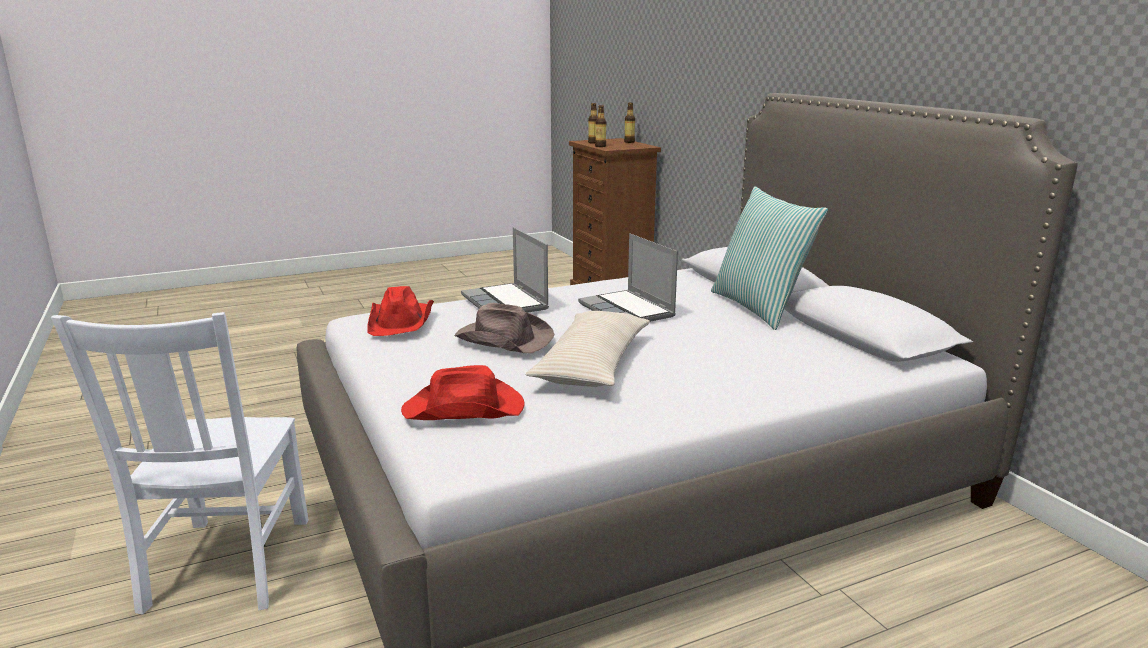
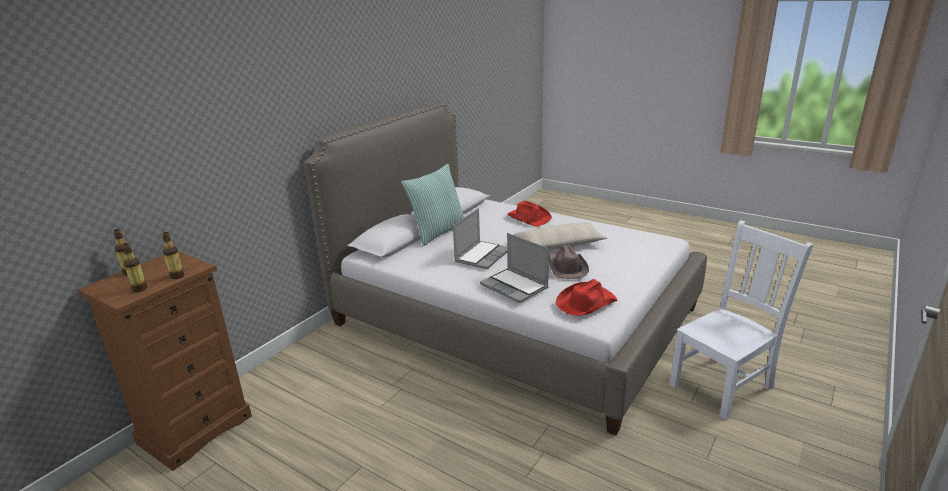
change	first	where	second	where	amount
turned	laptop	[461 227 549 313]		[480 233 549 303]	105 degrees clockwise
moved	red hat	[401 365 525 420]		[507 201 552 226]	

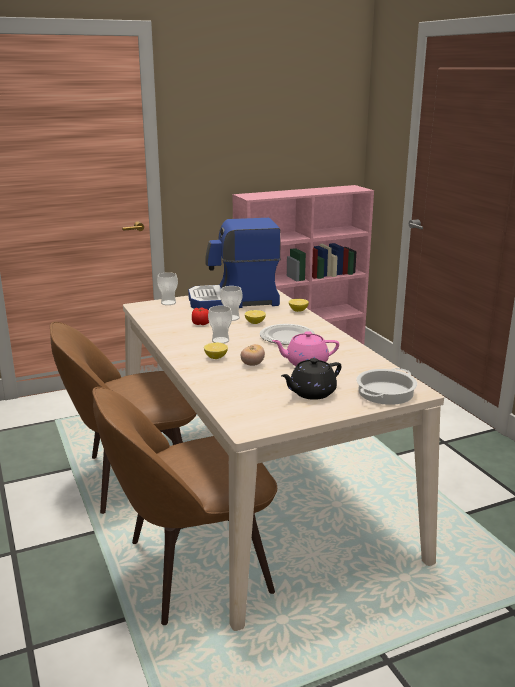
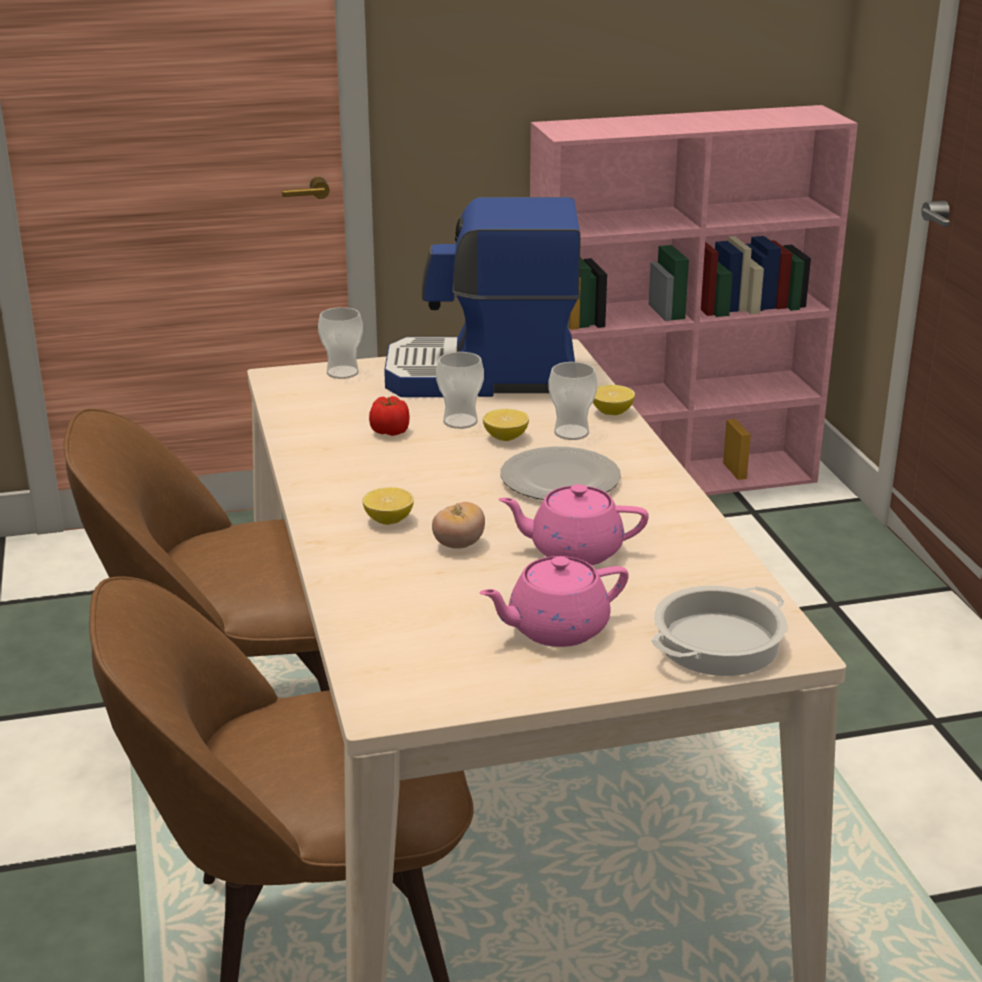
change	first	where	second	where	amount
recoloured	black teapot	[281 358 341 400]	pink teapot	[479 556 629 647]	
moved	cup	[208 306 232 344]		[548 362 598 440]	

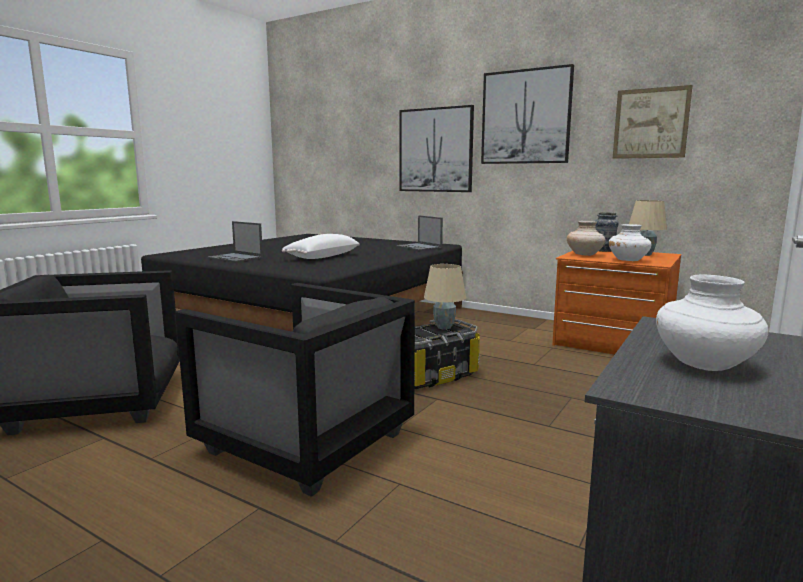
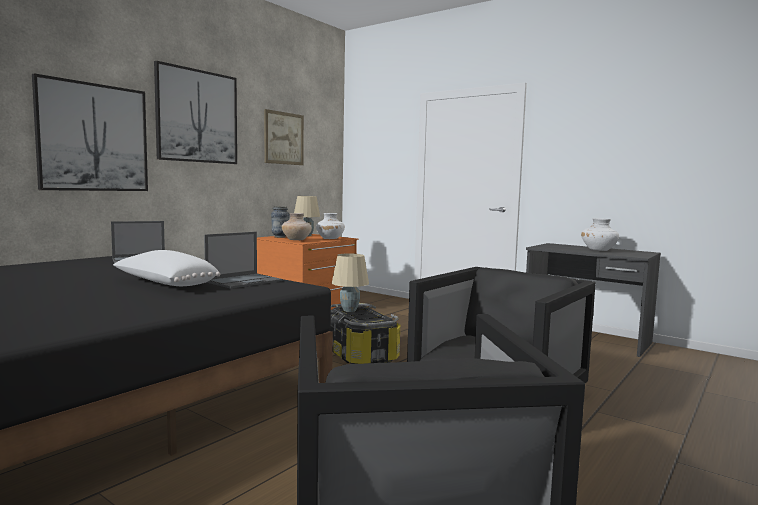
change	first	where	second	where	amount
moved	laptop	[207 221 263 262]		[204 232 283 289]	

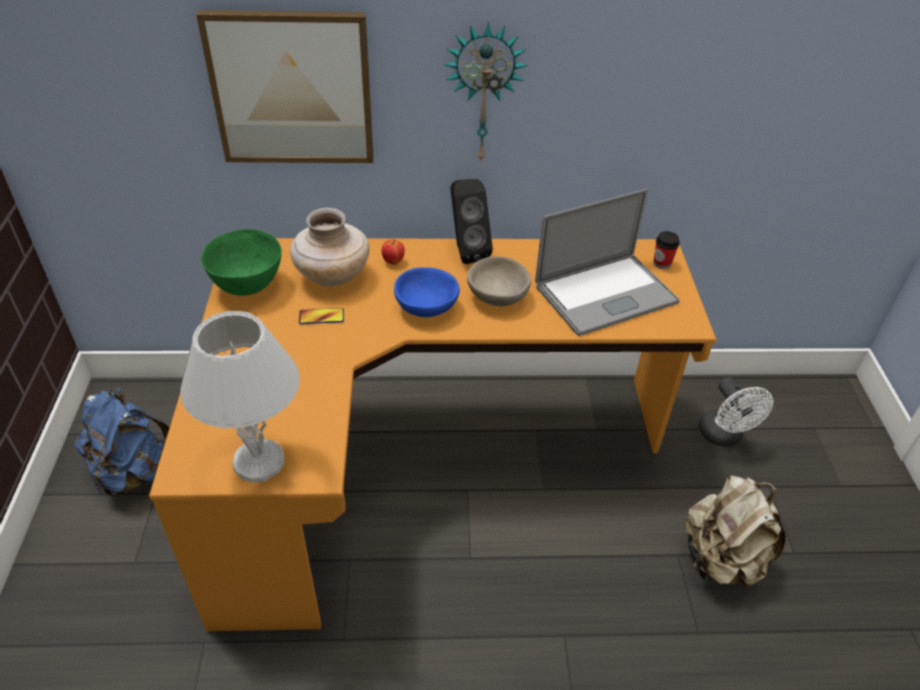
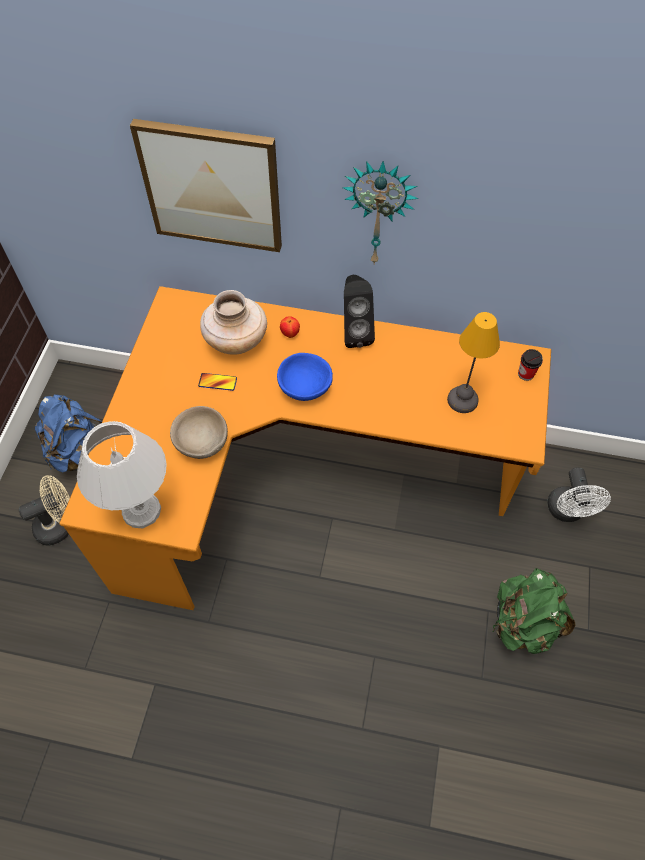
change	first	where	second	where	amount
added			beige fan	[19 475 70 545]	
moved	beige bowl	[467 256 531 306]		[170 406 228 459]	
replaced	laptop	[535 189 680 336]	table lamp	[447 312 500 413]	
recoloured	beige backpack	[686 475 786 586]	green backpack	[492 568 575 654]	
removed	green bowl	[201 229 282 296]			

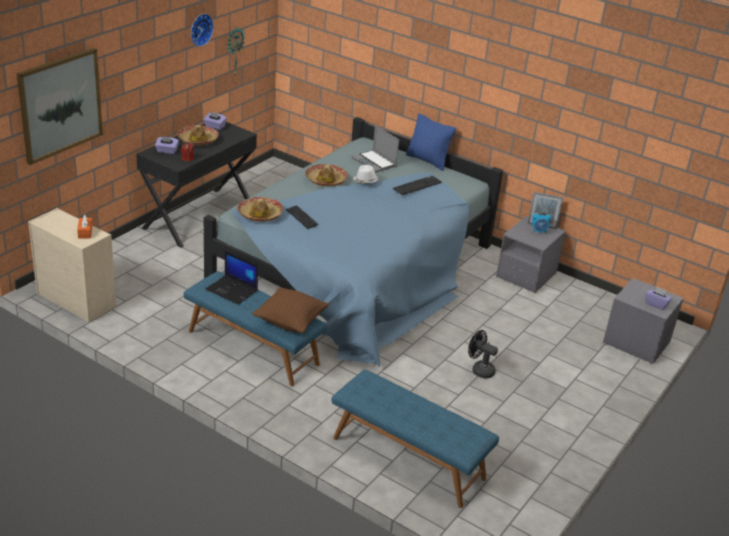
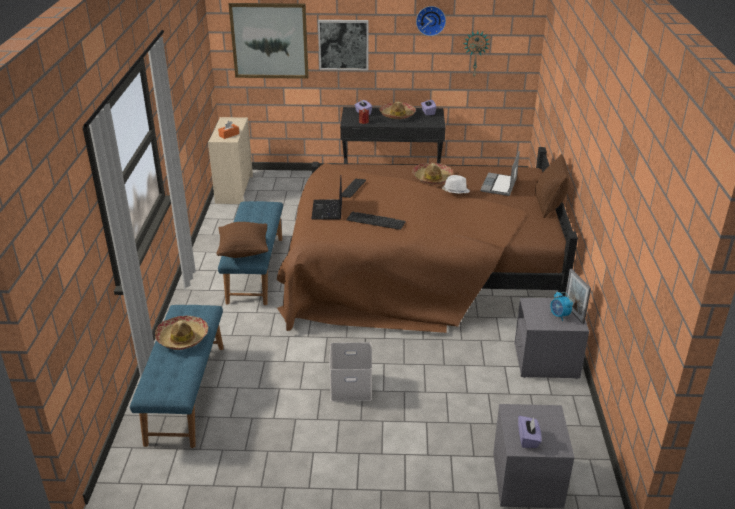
change	first	where	second	where	amount
moved	hat	[237 197 283 222]		[155 316 208 350]	
recoloured	blue bed	[204 117 503 368]	brown bed	[277 147 578 333]	
moved	laptop	[205 251 258 305]		[311 175 342 220]	
added			picture	[318 20 368 70]	
replaced	black fan	[468 330 498 379]	white storage box	[329 342 372 401]	
moved	keyboard	[393 176 442 195]		[347 211 406 230]	
recoloured	blue pillow	[406 113 456 171]	brown pillow	[535 154 570 218]	

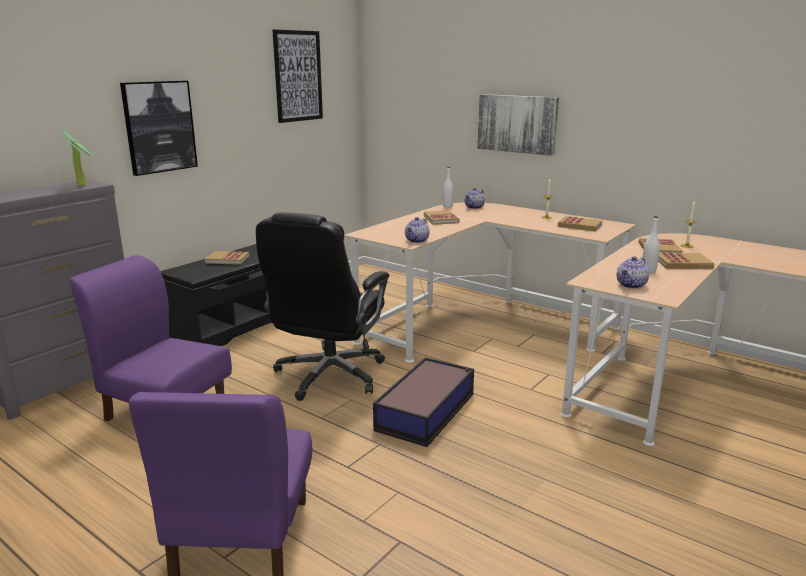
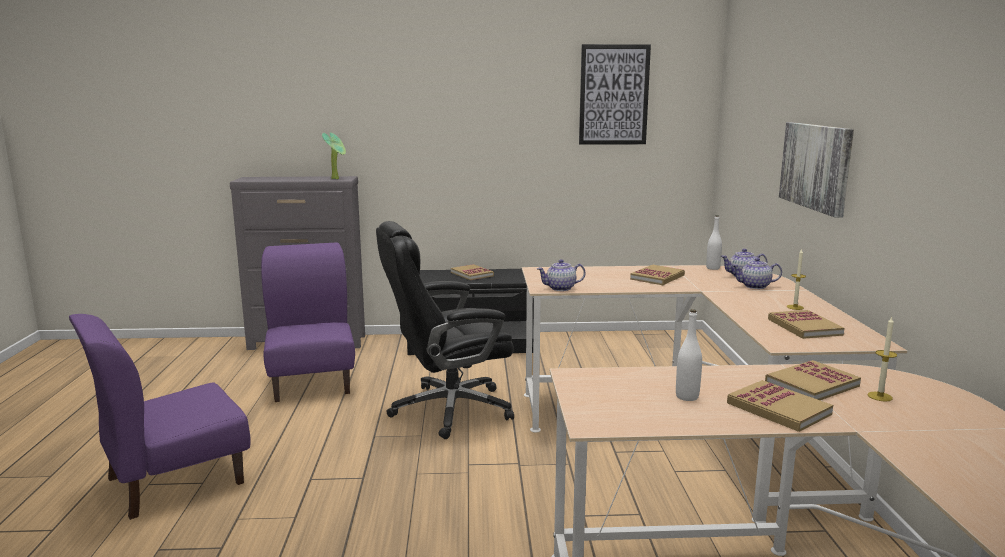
change	first	where	second	where	amount
moved	teapot	[617 256 649 289]		[732 258 782 289]	
removed	picture	[120 81 198 176]			
removed	storage box	[373 357 474 447]			

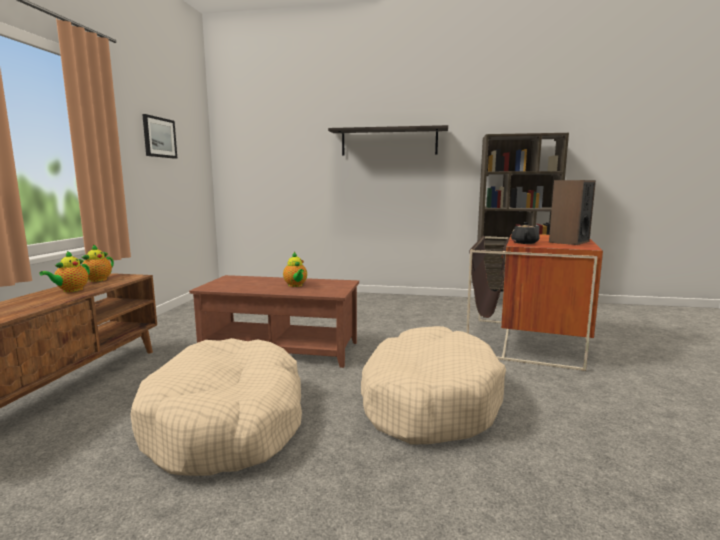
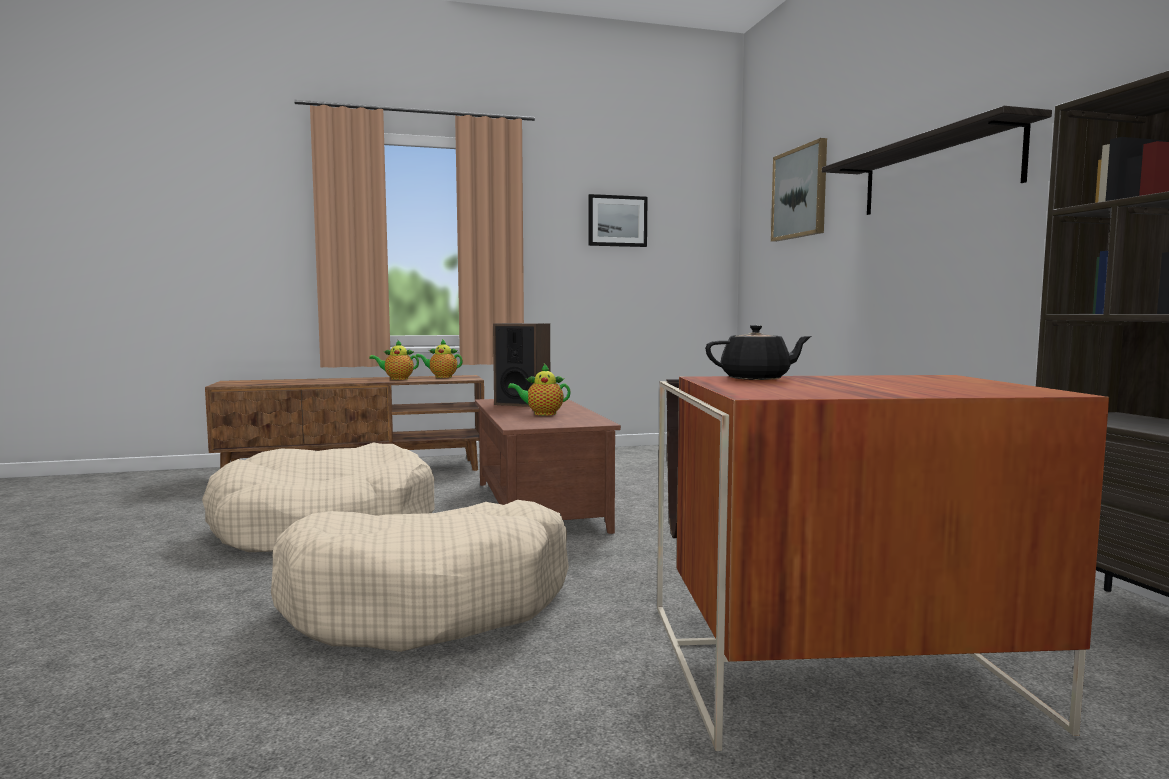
change	first	where	second	where	amount
moved	speaker	[549 180 596 245]		[493 323 550 407]	
turned	teapot	[283 252 307 287]		[508 364 571 415]	45 degrees clockwise
added			picture	[771 138 827 242]	

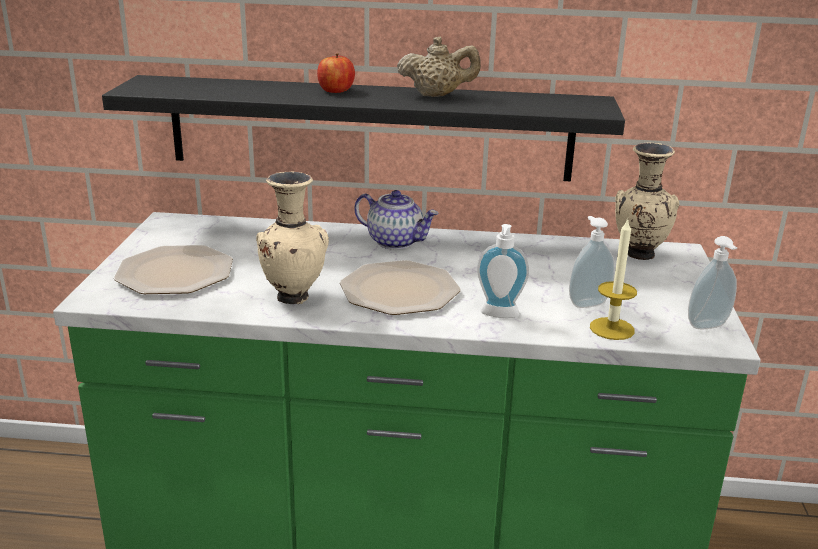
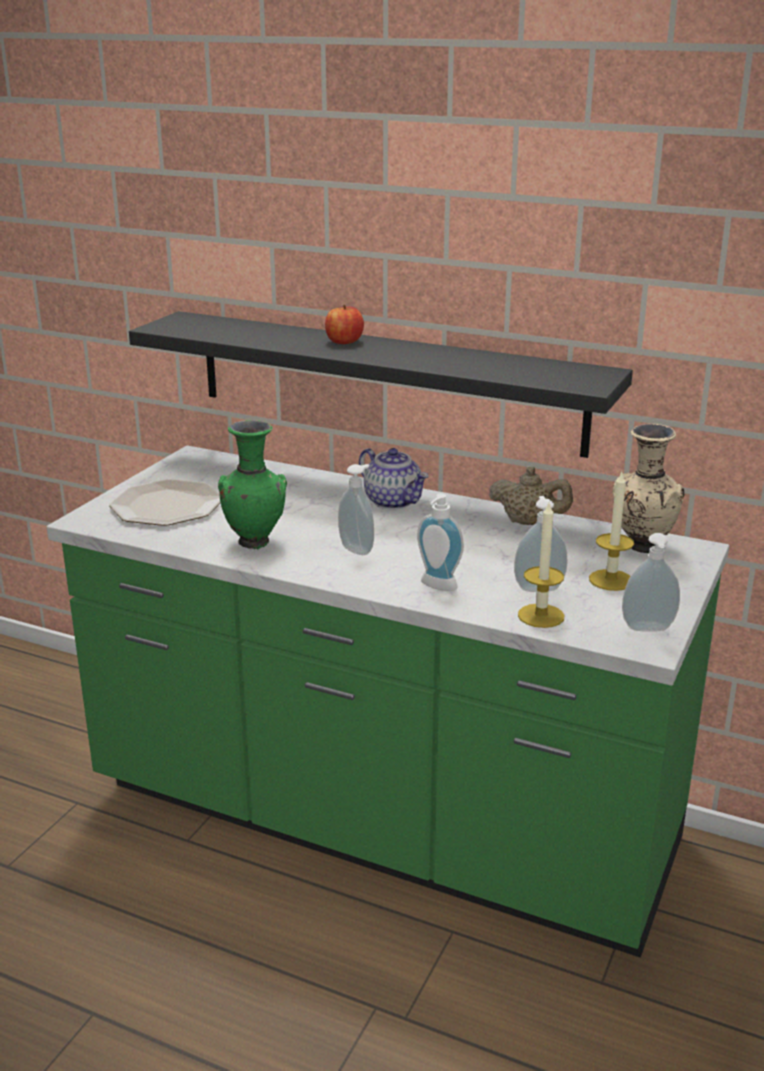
change	first	where	second	where	amount
recoloured	beige vase	[256 172 329 304]	green vase	[218 420 287 550]	
replaced	plate	[340 260 461 315]	soap dispenser	[338 464 374 555]	
moved	beige teapot	[397 37 481 97]		[489 467 573 525]	
added			candle	[589 473 634 591]	

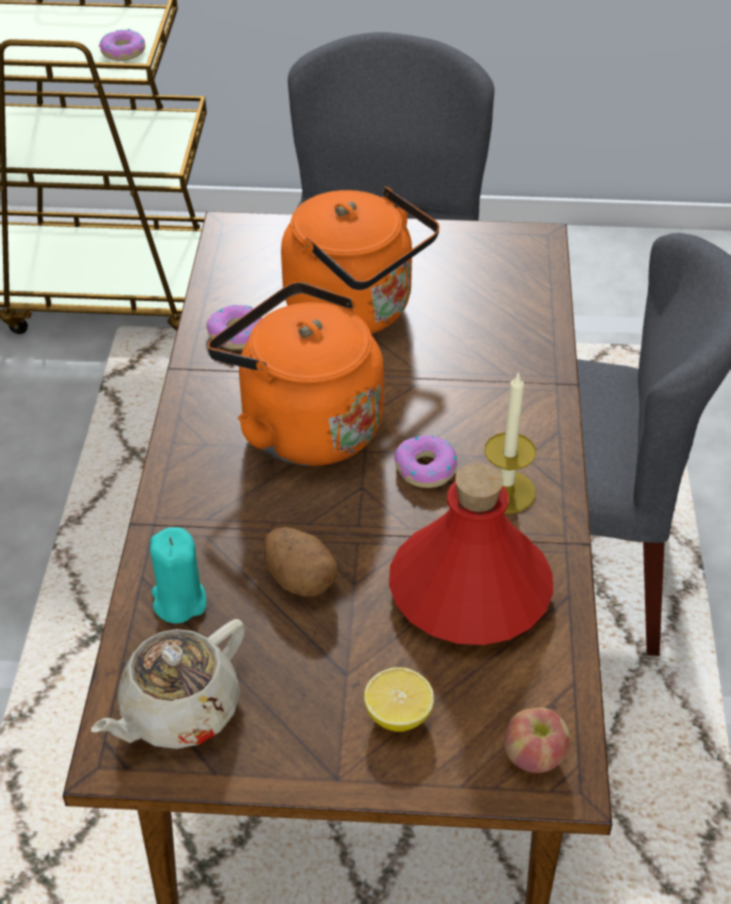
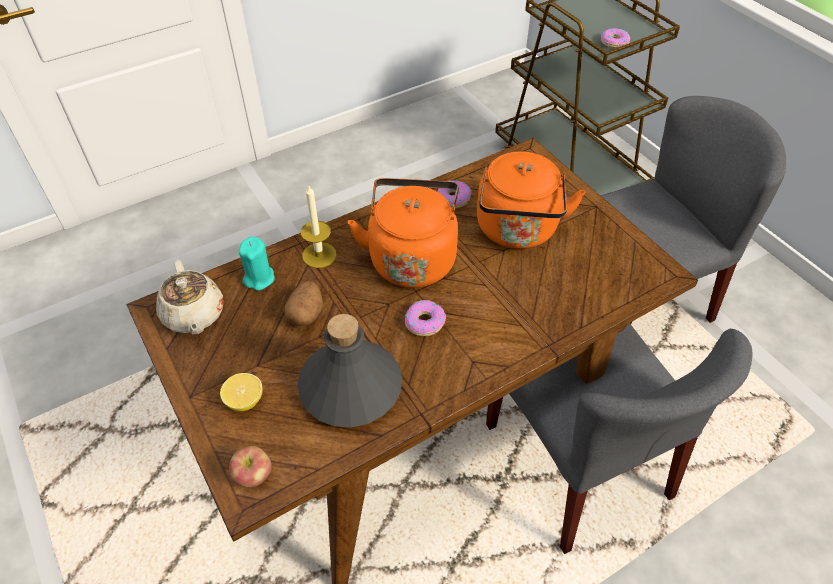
change	first	where	second	where	amount
turned	beige teapot	[91 619 245 749]		[156 260 223 334]	120 degrees counterclockwise
recoloured	red bottle	[389 463 553 645]	grey bottle	[297 314 402 427]	
moved	candle	[484 371 536 514]		[301 186 337 268]	

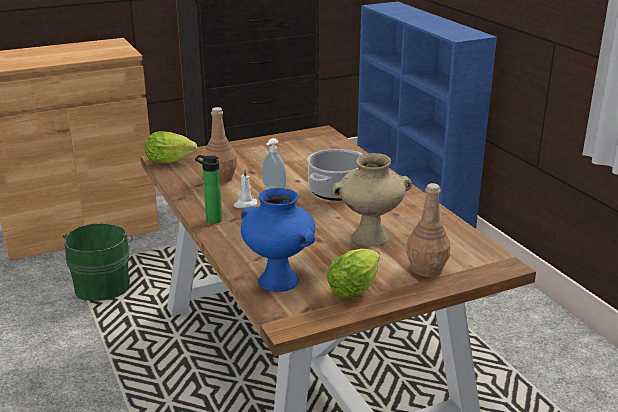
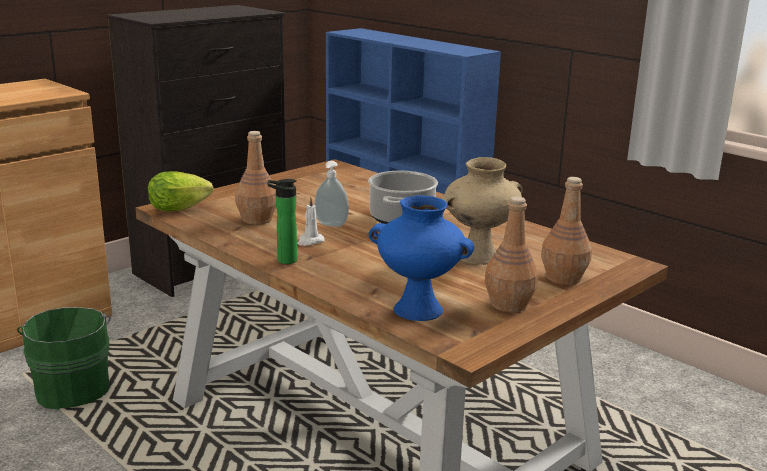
change	first	where	second	where	amount
replaced	lettuce	[327 249 380 298]	brown bottle	[484 196 538 312]	

